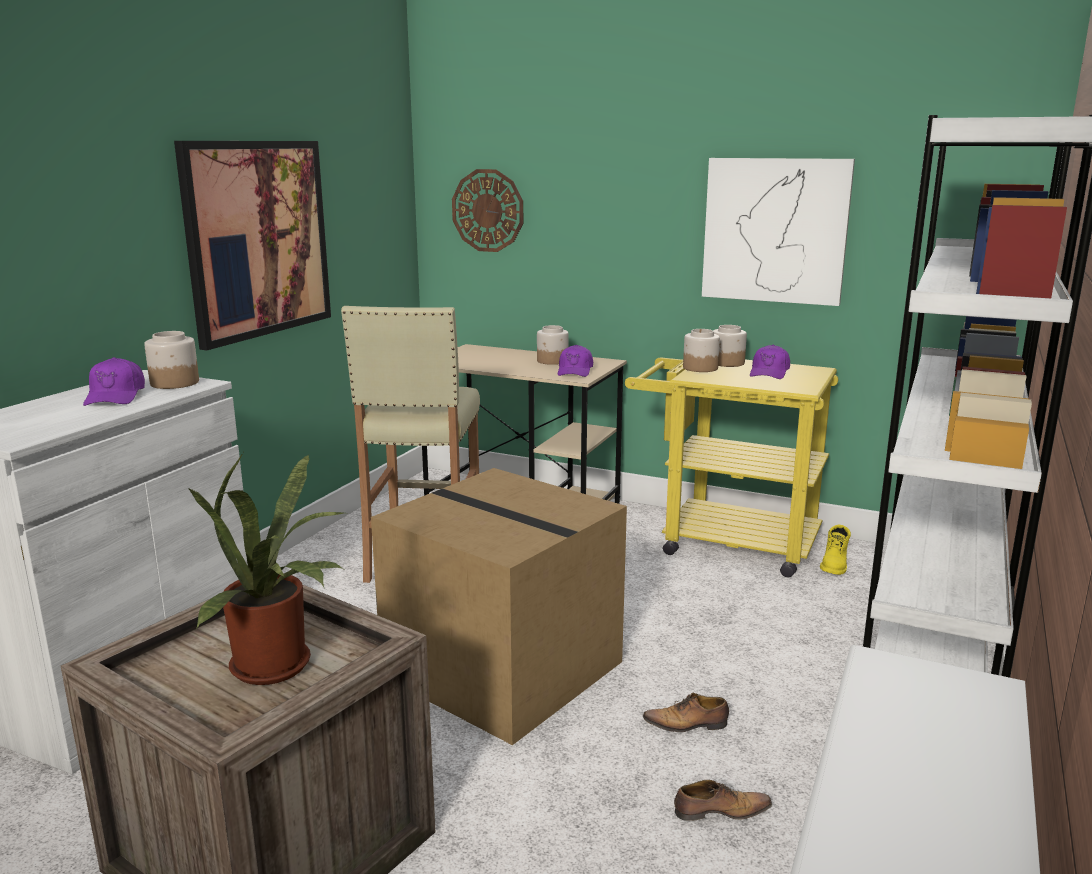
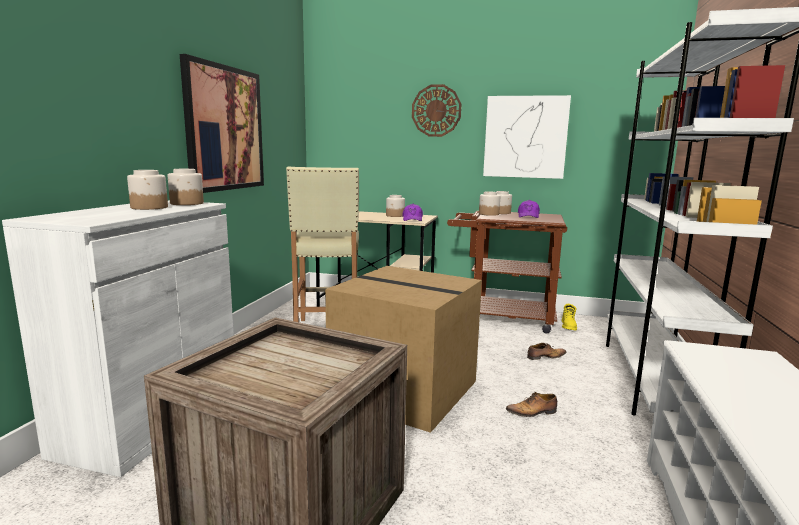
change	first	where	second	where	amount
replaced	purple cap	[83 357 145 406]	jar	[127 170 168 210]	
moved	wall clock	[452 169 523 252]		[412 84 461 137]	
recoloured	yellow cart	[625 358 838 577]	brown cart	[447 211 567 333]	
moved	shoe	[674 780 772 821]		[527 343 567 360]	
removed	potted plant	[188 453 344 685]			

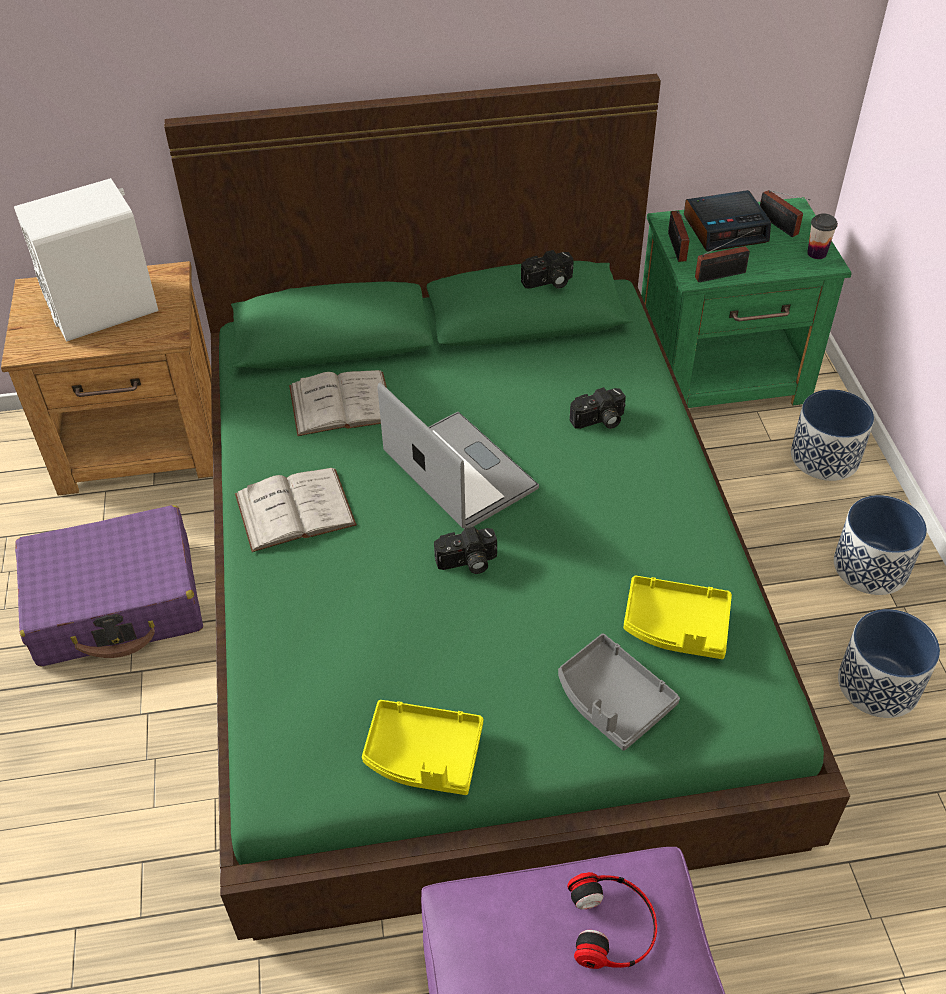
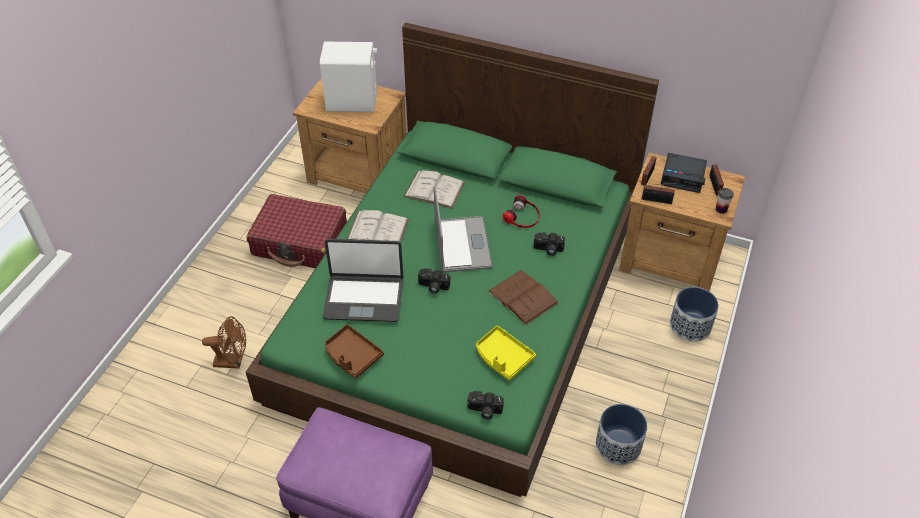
change	first	where	second	where	amount
added			brown fan	[202 316 246 369]	
recoloured	purple suitcase	[15 505 203 666]	red suitcase	[246 194 347 268]	
added			laptop	[323 239 404 322]	
recoloured	yellow tray	[362 700 483 795]	brown tray	[324 324 384 379]	
moved	photo camera	[521 250 574 289]		[467 391 504 420]	
added			brown book	[488 270 559 325]	
moved	headphones	[567 872 657 969]		[503 195 540 228]	
recoloured	green nightstand	[641 197 852 408]	brown nightstand	[619 153 745 291]	
removed	grey tray	[558 634 680 751]			
removed	planter	[834 495 927 595]			

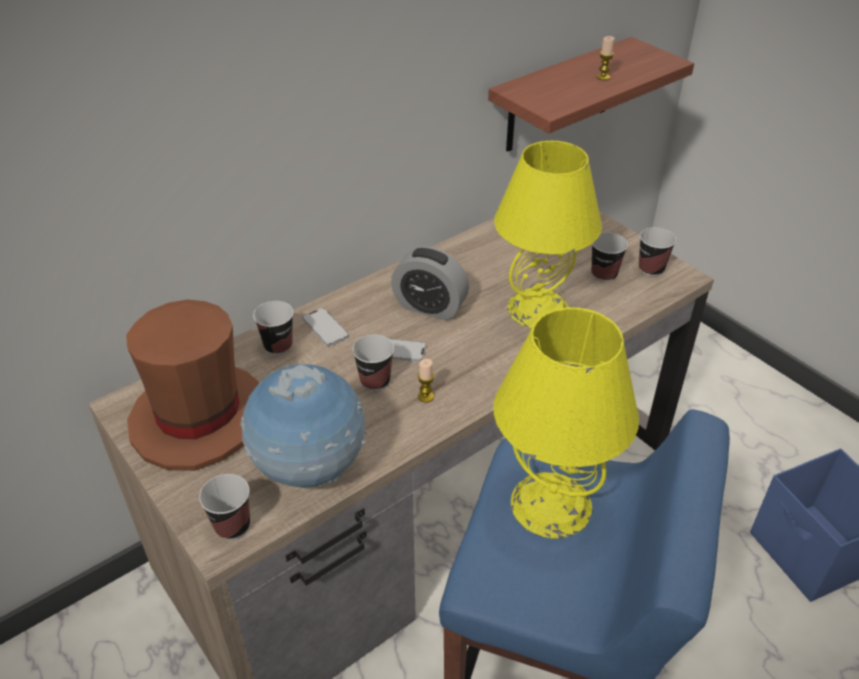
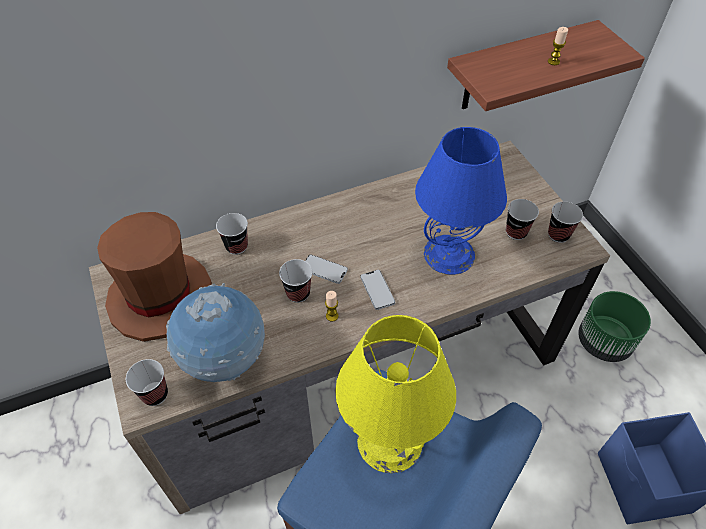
change	first	where	second	where	amount
moved	phone	[302 308 349 346]		[360 270 395 310]	
recoloured	yellow table lamp	[494 141 602 328]	blue table lamp	[415 127 507 275]	
added			green planter	[578 291 651 362]	
removed	alarm clock	[391 247 469 321]			

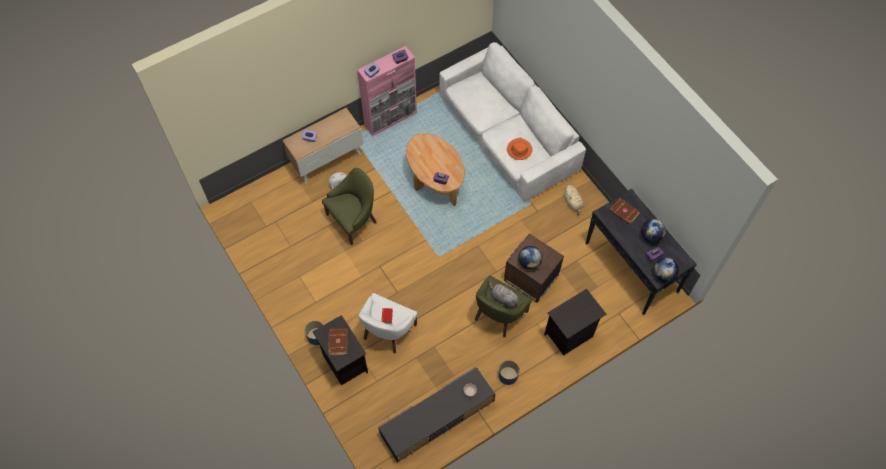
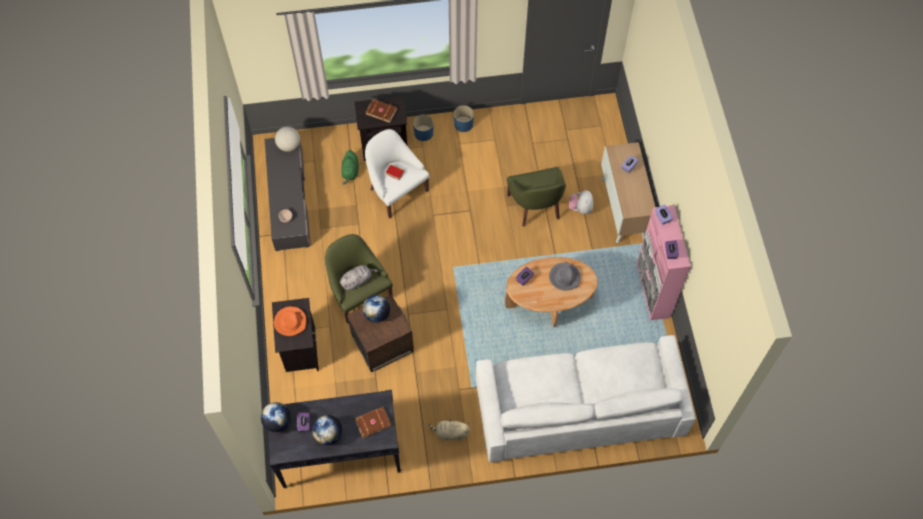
change	first	where	second	where	amount
moved	orange hat	[507 138 533 160]		[274 306 307 336]	
added			globe	[275 126 300 152]	
added			green plush toy	[341 150 359 184]	
moved	blue planter	[499 360 520 385]		[454 106 474 132]	
added			grey hat	[549 263 580 291]	

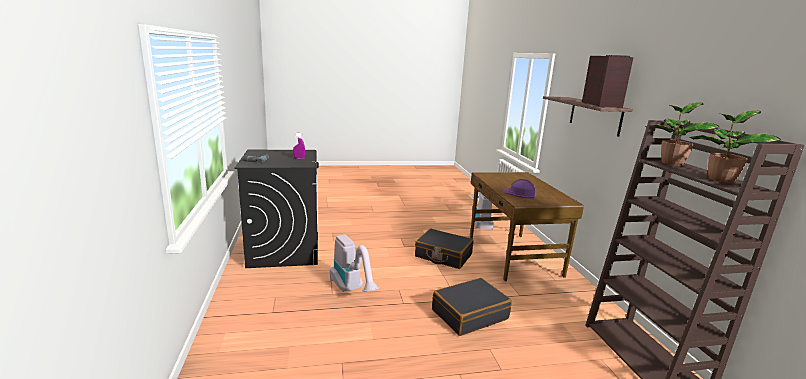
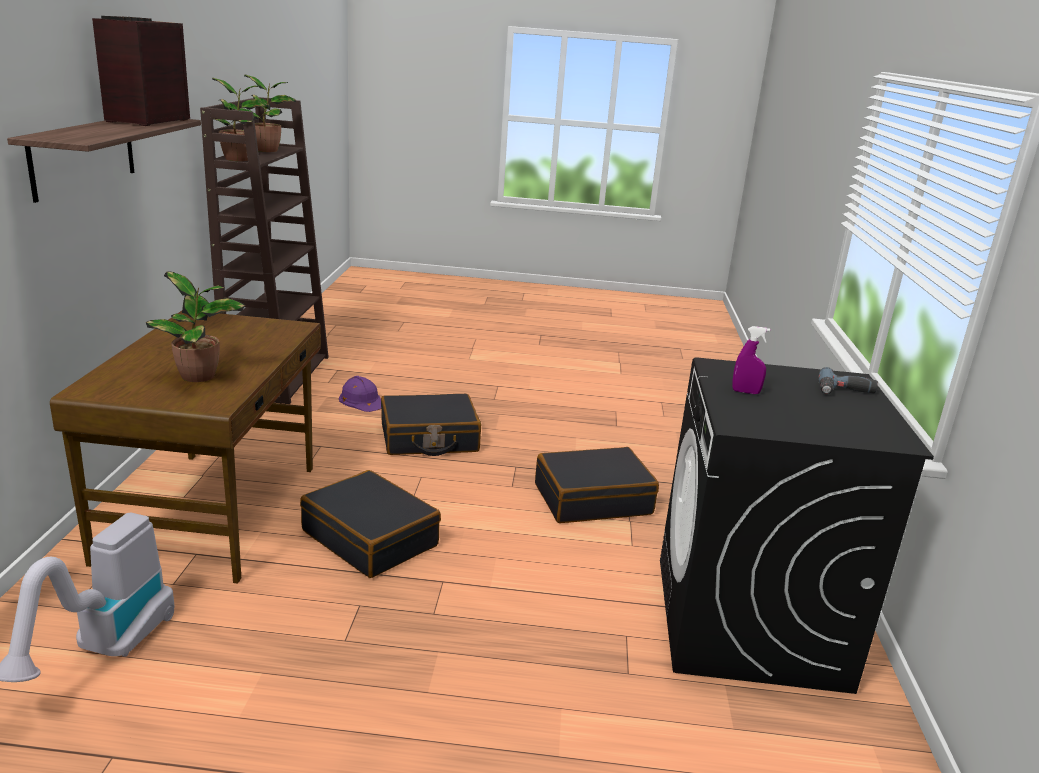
change	first	where	second	where	amount
added			potted plant	[146 271 245 382]	
moved	purple hard hat	[503 179 537 198]		[339 376 381 412]	
replaced	vacuum cleaner	[330 234 379 292]	black suitcase	[535 447 659 523]	

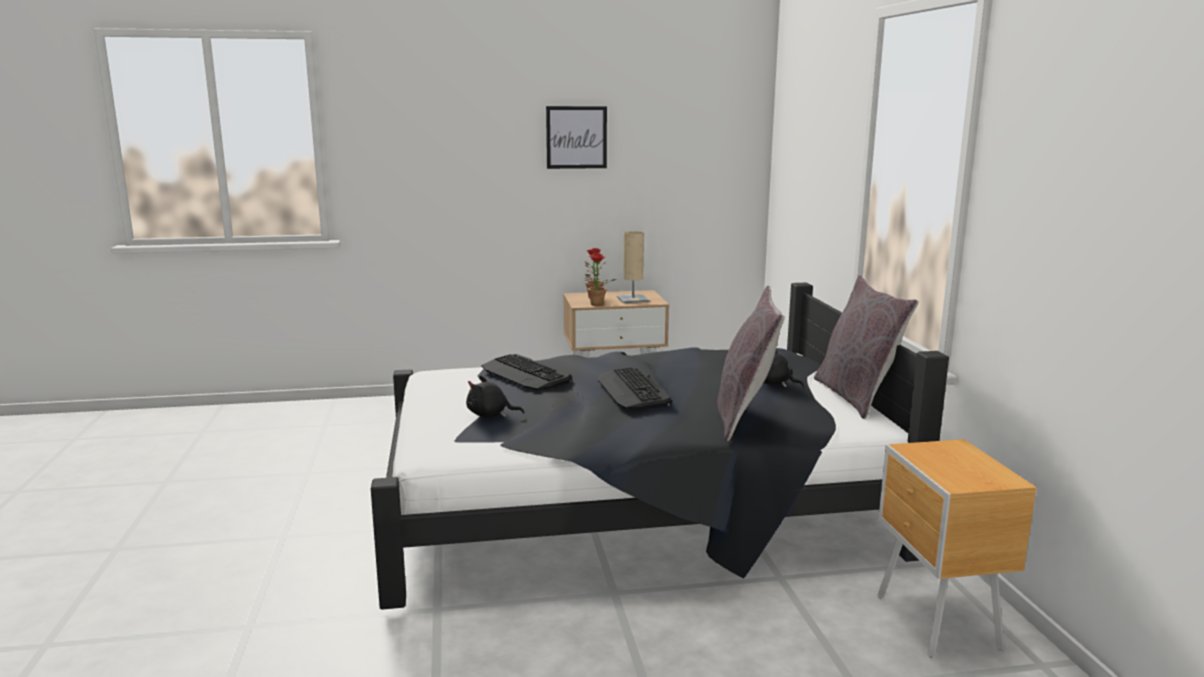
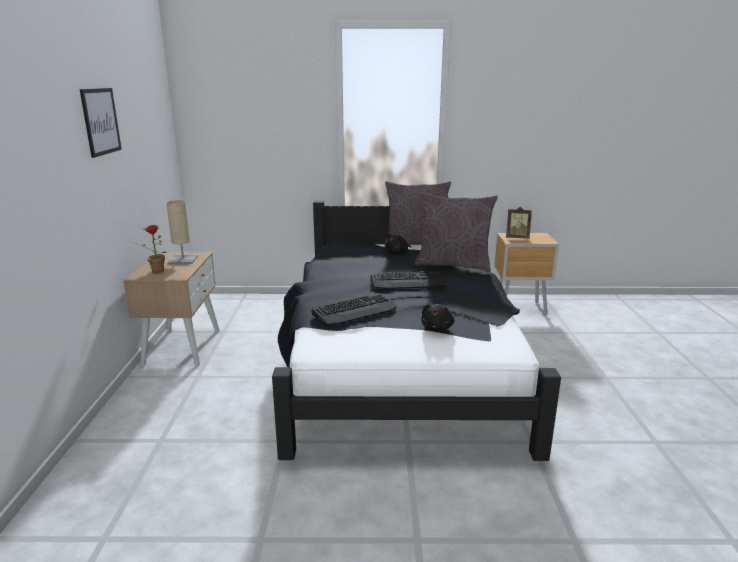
change	first	where	second	where	amount
added			picture frame	[506 207 532 239]	
removed	potted plant	[584 253 616 306]			

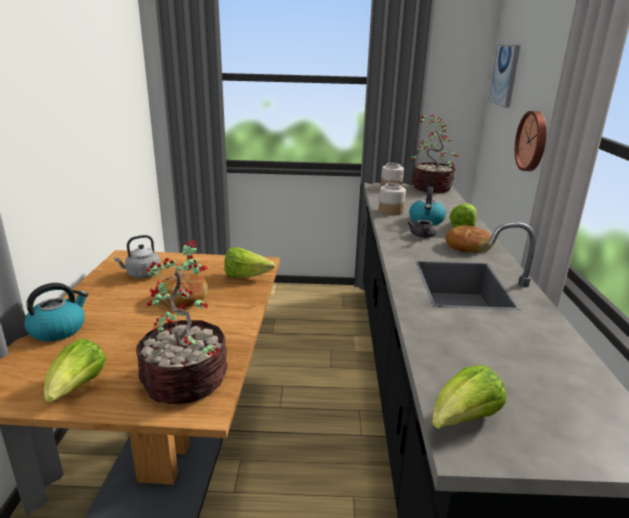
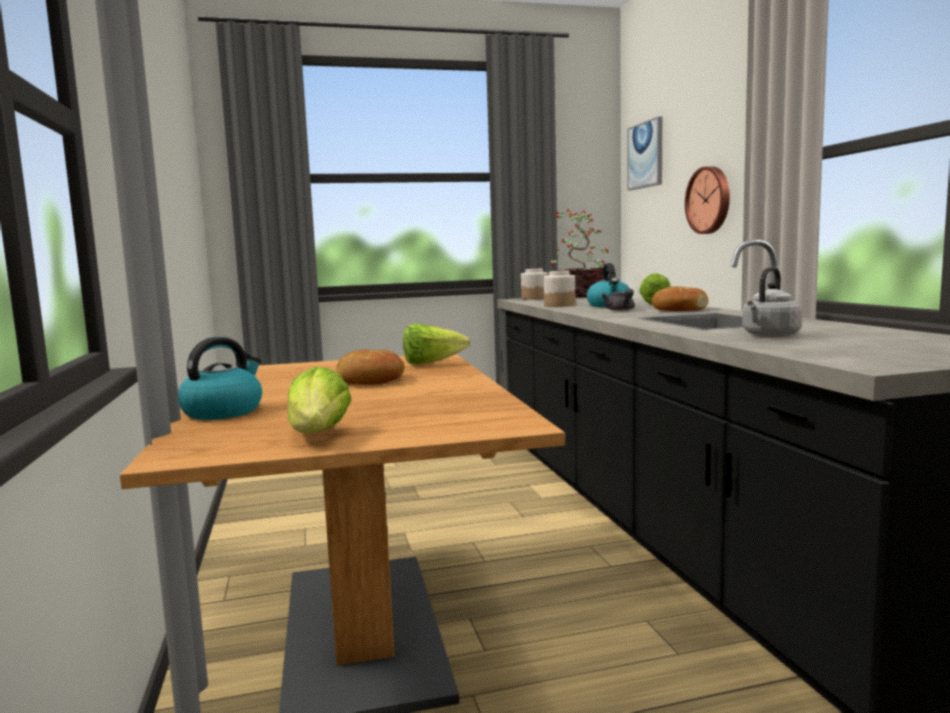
change	first	where	second	where	amount
moved	grey kettle	[114 235 161 278]		[742 267 803 337]	
removed	potted plant	[136 240 227 404]			
removed	lettuce	[432 365 506 429]			

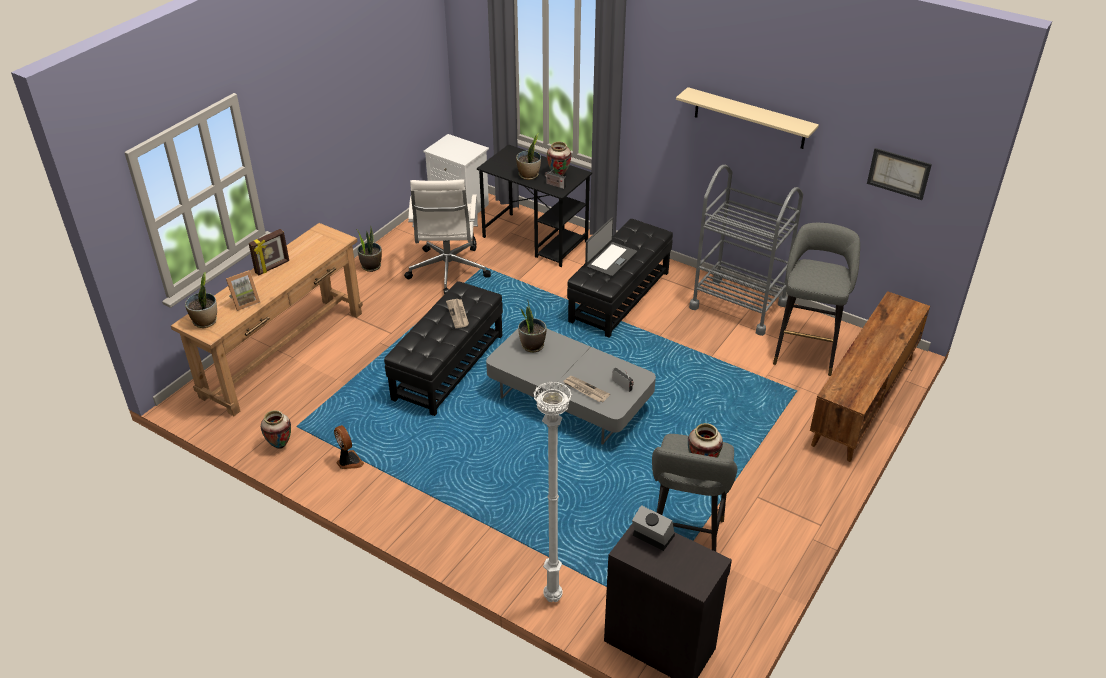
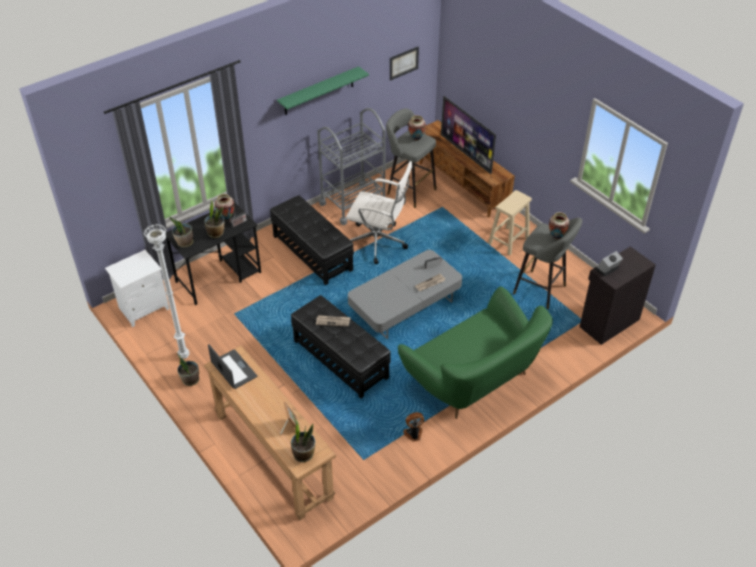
change	first	where	second	where	amount
moved	white floor lamp	[533 381 572 602]		[144 224 189 359]	
moved	potted plant	[518 300 547 352]		[169 216 193 247]	
moved	laptop	[585 217 637 277]		[208 344 257 389]	
recoloured	beige shelf	[676 87 819 149]	green shelf	[277 66 369 115]	
moved	white office chair	[404 179 491 294]		[346 161 412 264]	
added			green sofa	[398 286 553 419]	
moved	vase	[261 410 291 449]		[408 115 426 141]	
added			television	[441 96 496 174]	
added			beige stool	[488 190 532 255]	
removed	picture frame	[249 229 289 276]			

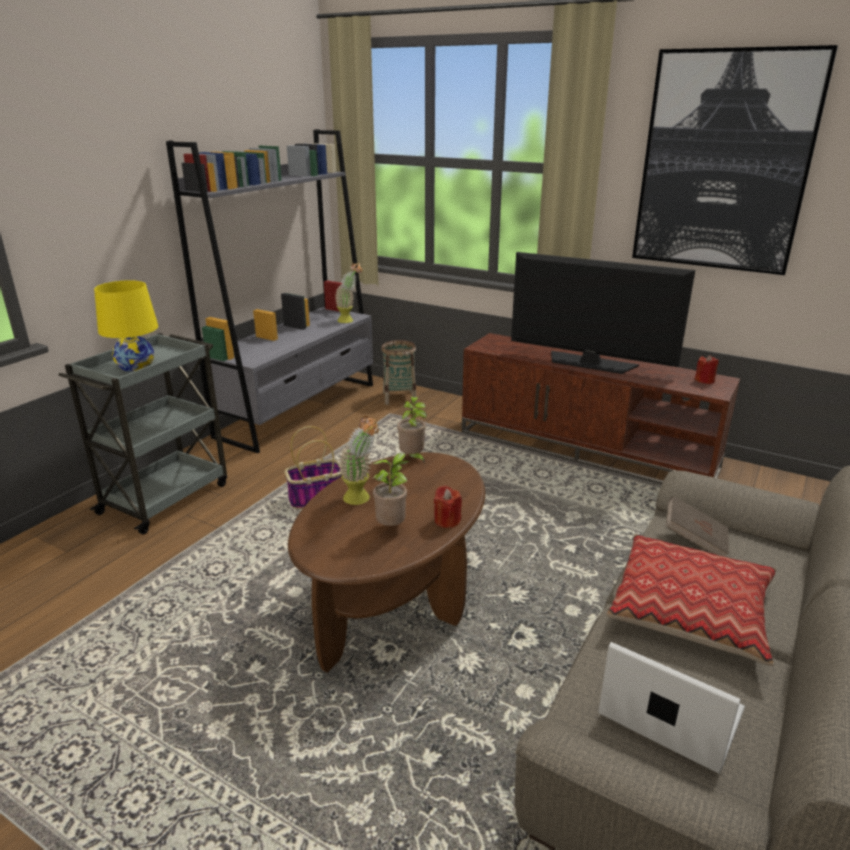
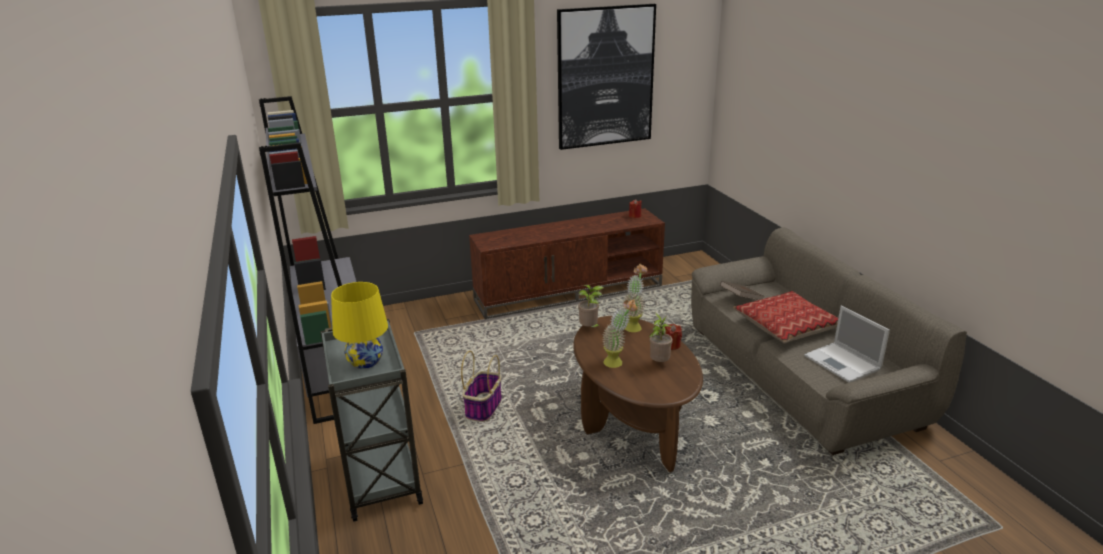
change	first	where	second	where	amount
moved	potted plant	[335 263 362 323]		[623 264 647 332]	
turned	laptop	[598 642 745 774]		[804 306 890 383]	105 degrees counterclockwise
removed	basket	[381 340 417 405]			
removed	television	[511 252 695 374]			

